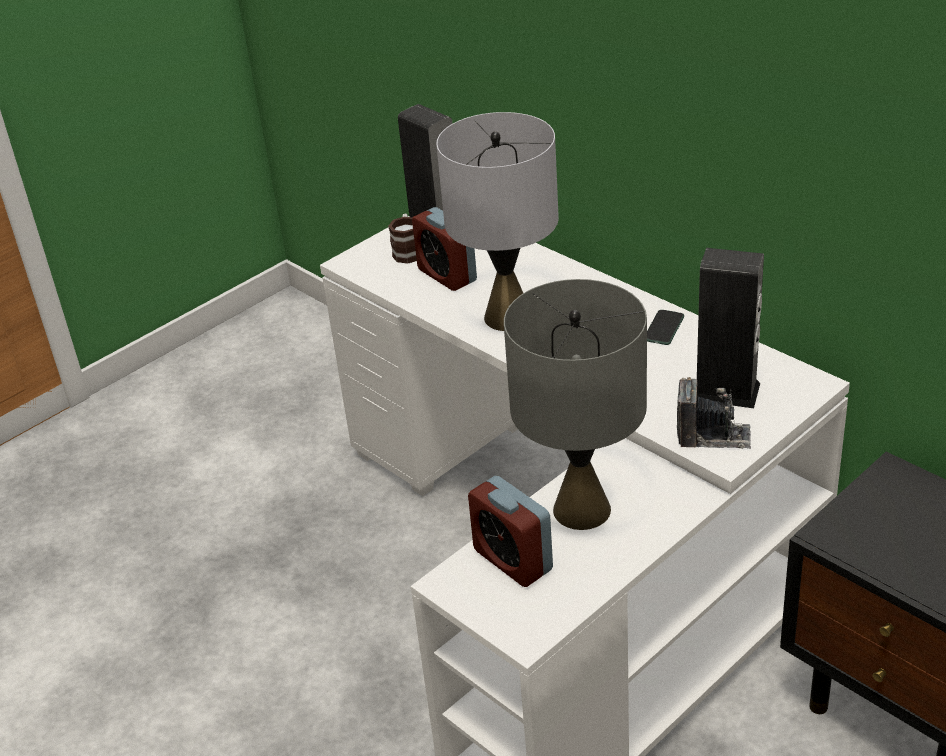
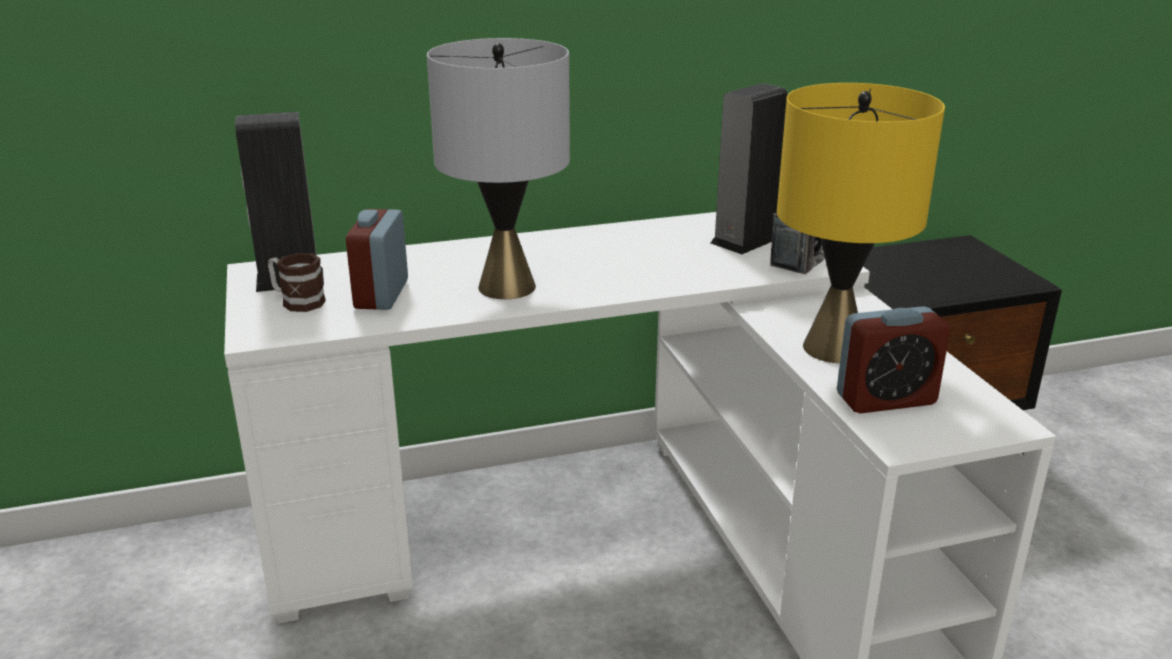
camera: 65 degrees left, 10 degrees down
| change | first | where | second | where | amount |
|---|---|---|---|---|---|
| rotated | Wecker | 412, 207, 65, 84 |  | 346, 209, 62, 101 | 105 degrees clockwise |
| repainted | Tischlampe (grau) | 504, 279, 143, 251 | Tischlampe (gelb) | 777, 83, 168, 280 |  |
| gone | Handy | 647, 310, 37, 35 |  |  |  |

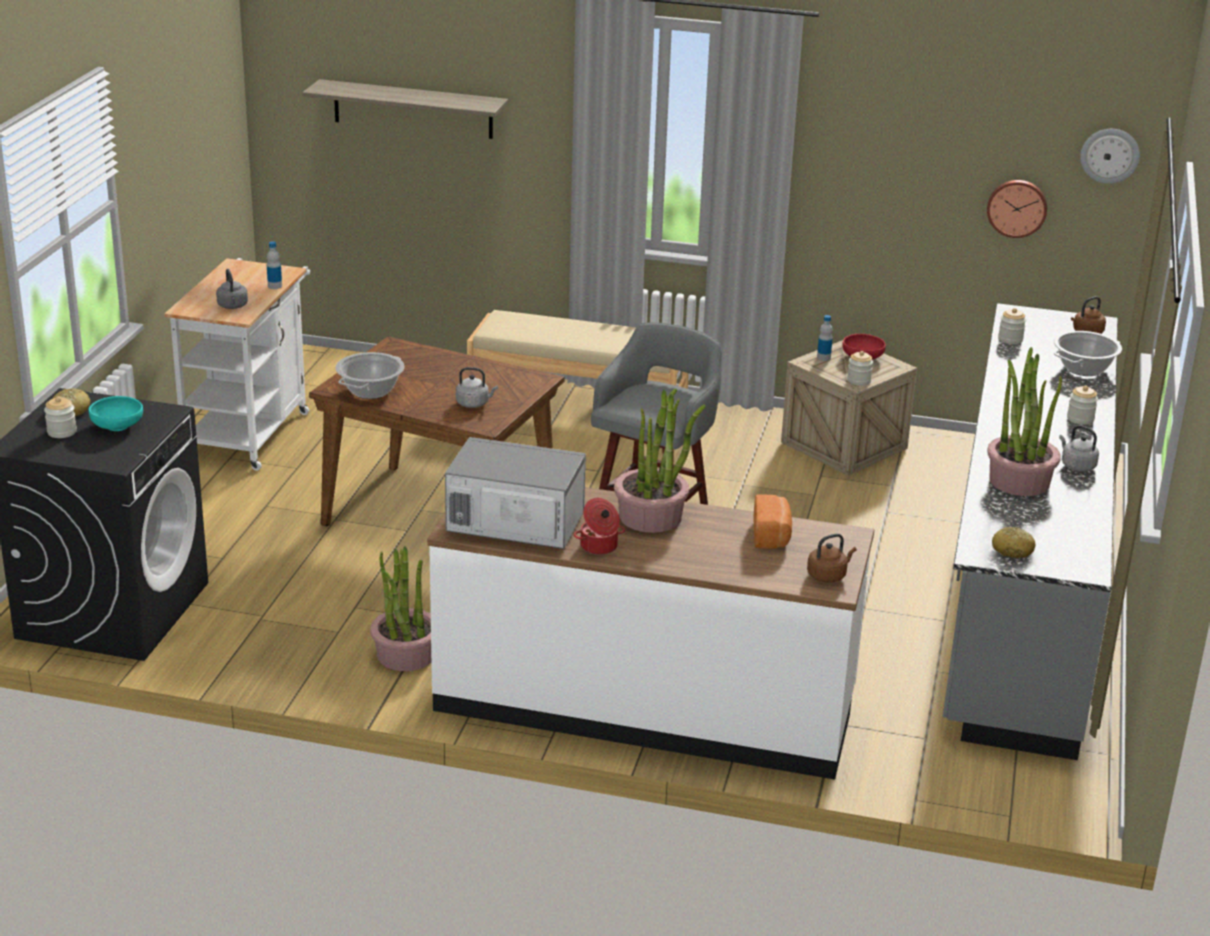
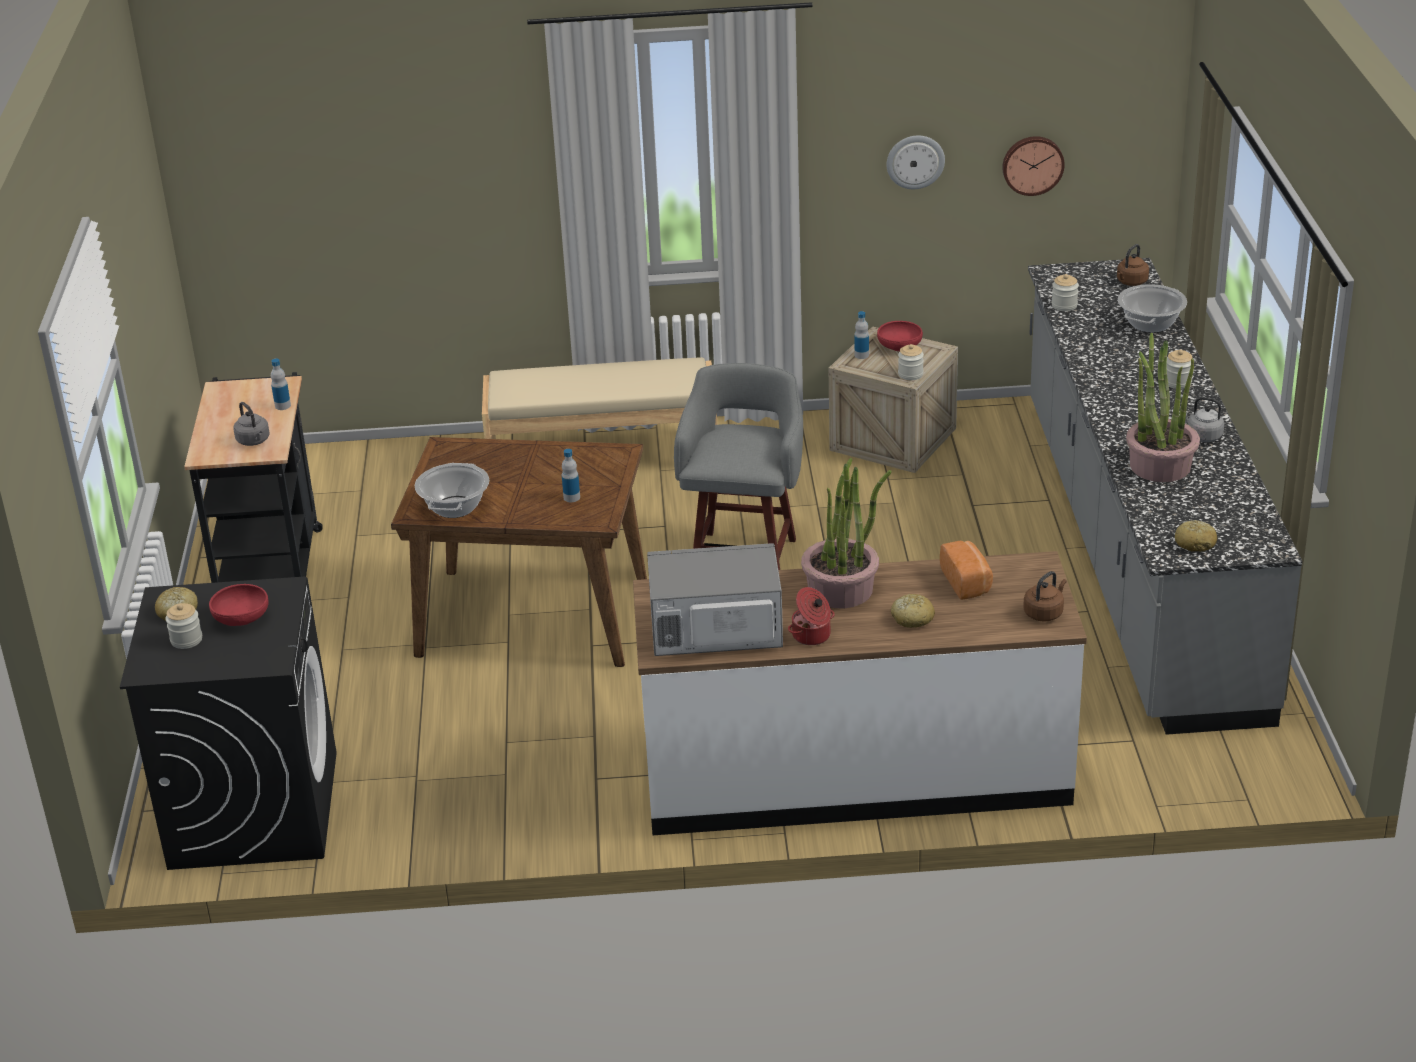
camera: 15 degrees left, 5 degrees up
| change | first | where | second | where | amount |
|---|---|---|---|---|---|
| repainted | Rollwagen (weiß) | 164, 258, 146, 213 | Rollwagen (schwarz) | 184, 372, 139, 211 |  |
| repainted | Schüssel (türkis) | 89, 396, 54, 35 | Schüssel (rot) | 209, 584, 60, 42 |  |
| swapped | Wasserkessel (grau) | 456, 367, 42, 41 | Flasche | 562, 449, 18, 53 |  |
| shifted | Wanduhr | 1080, 129, 60, 55 |  | 886, 136, 59, 53 |  |
| new |  |  | Brot | 891, 594, 44, 34 |  |
| gone | Wandregal | 302, 79, 206, 60 |  |  |  |
| gone | Topfpflanze | 370, 546, 61, 125 |  |  |  |

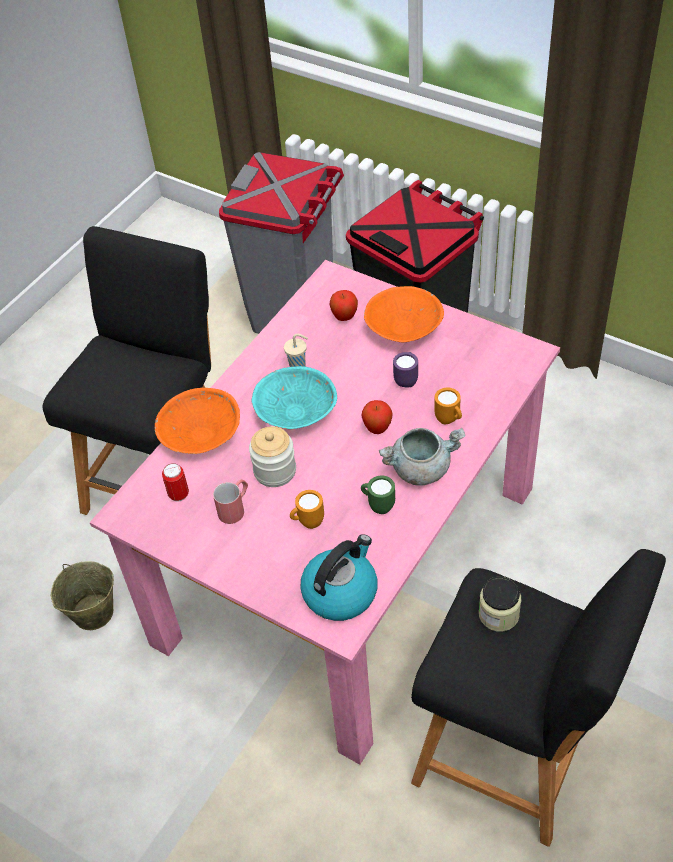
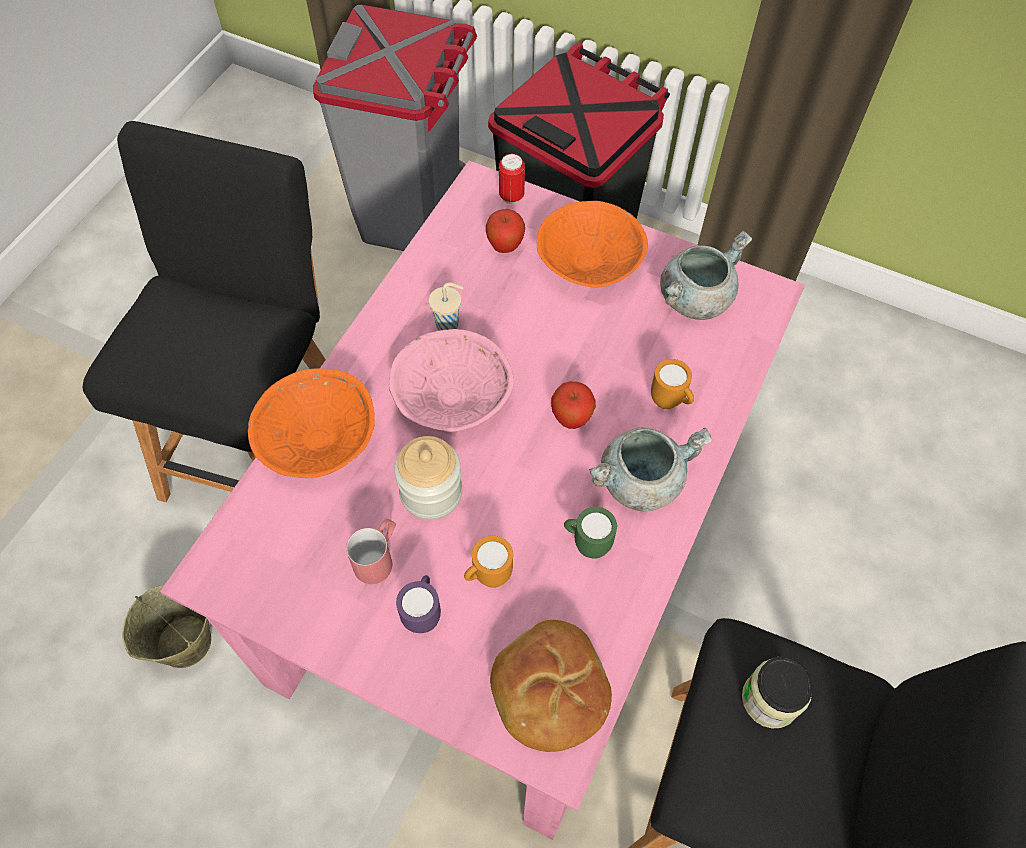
camera: 10 degrees left, 10 degrees up
| change | first | where | second | where | amount |
|---|---|---|---|---|---|
| repainted | Schüssel (türkis) | 252, 366, 85, 63 | Schüssel (rosa) | 389, 329, 125, 103 |  |
| shifted | Henkelbecher (lila) | 393, 352, 25, 35 |  | 396, 575, 45, 58 |  |
| swapped | Wasserkessel | 300, 534, 77, 87 | Brot | 490, 620, 122, 132 |  |
| shifted | Dose | 162, 463, 27, 39 |  | 499, 154, 26, 50 |  |
| new |  |  | Kochtopf (grau) | 660, 230, 92, 90 |  |

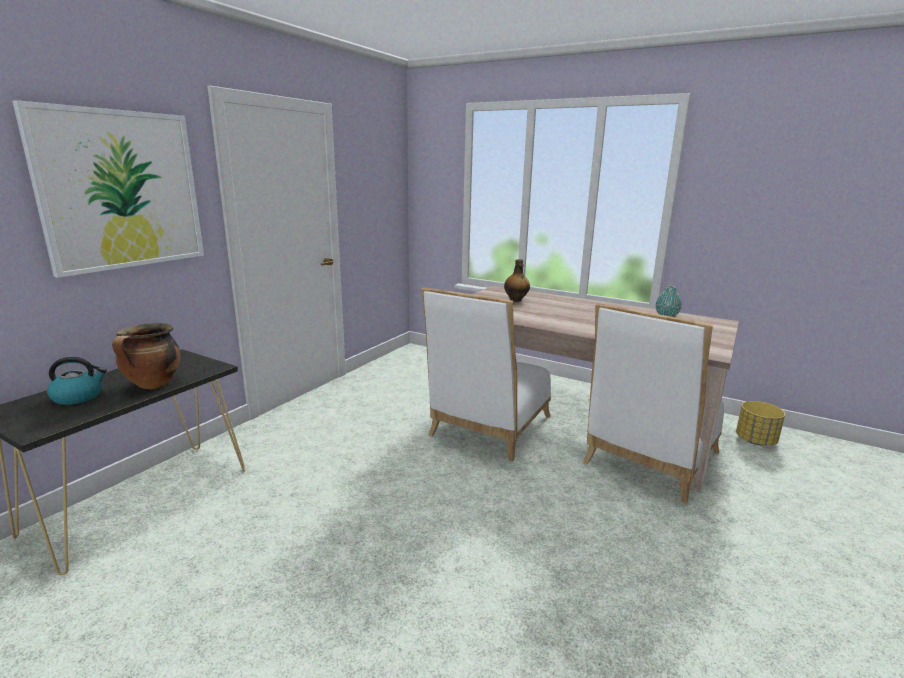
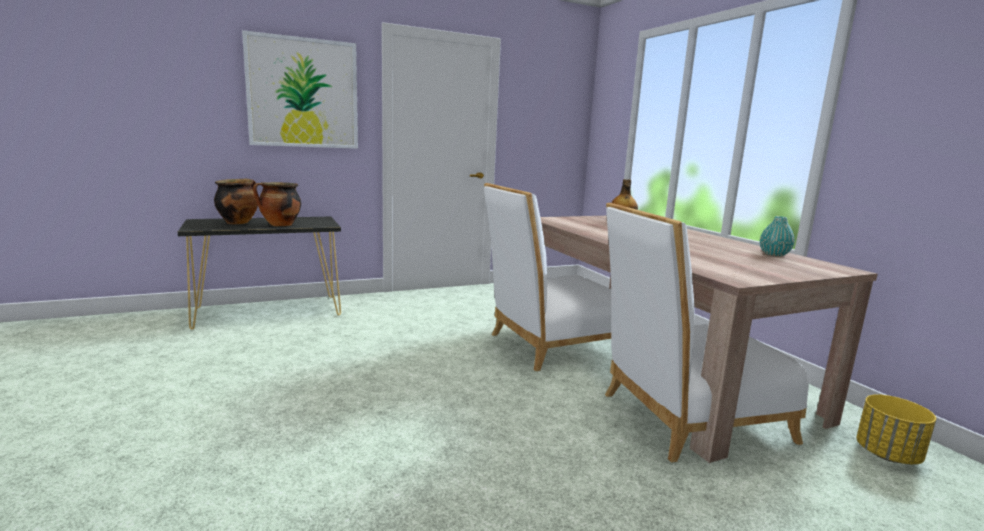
camera: 35 degrees right, 5 degrees down
| change | first | where | second | where | amount |
|---|---|---|---|---|---|
| swapped | Wasserkessel | 47, 357, 60, 48 | Kochtopf | 214, 179, 44, 45 |  |

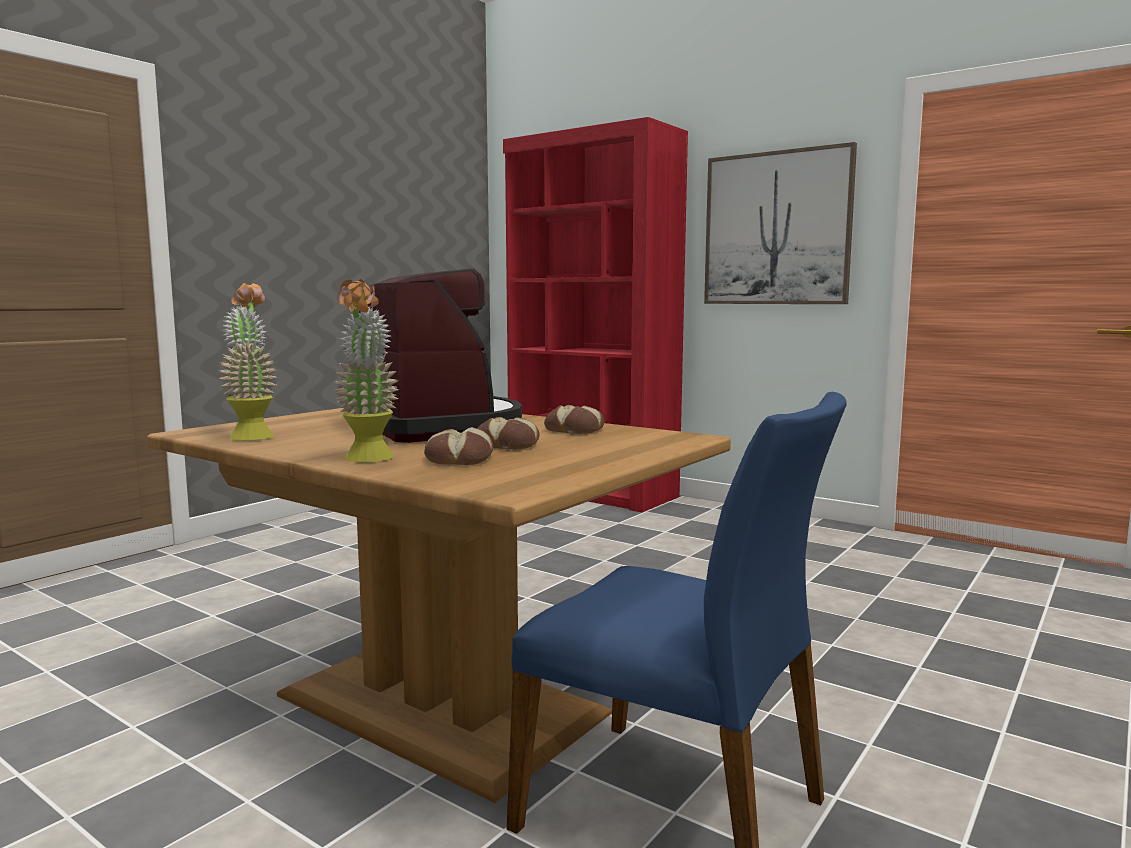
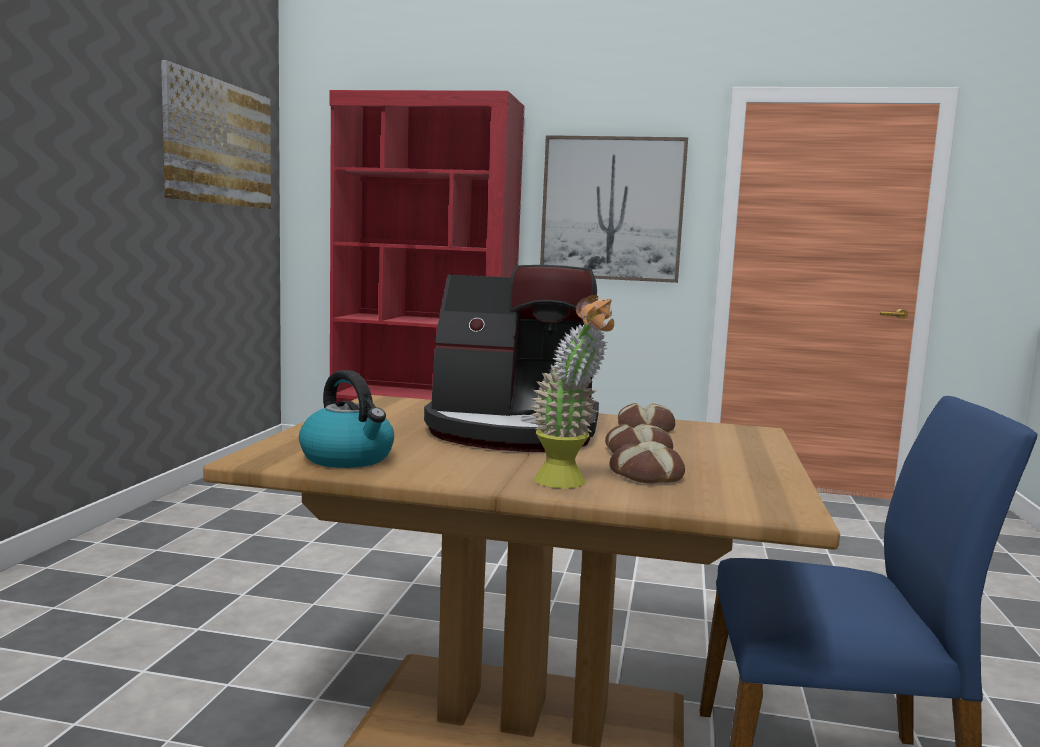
camera: 25 degrees left, 0 degrees up
| change | first | where | second | where | amount |
|---|---|---|---|---|---|
| new |  |  | Bild | 161, 60, 110, 149 |  |
| swapped | Topfpflanze | 219, 283, 59, 158 | Wasserkessel | 299, 370, 95, 98 |  |
| rotated | Kaffeemaschine | 359, 268, 163, 175 |  | 424, 265, 175, 187 | 150 degrees clockwise |

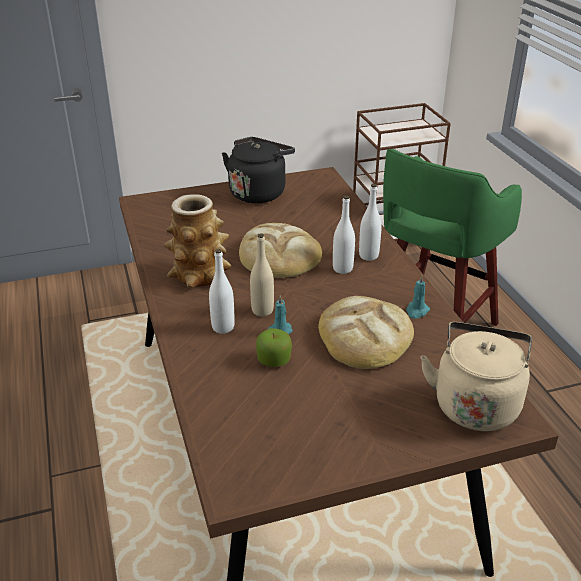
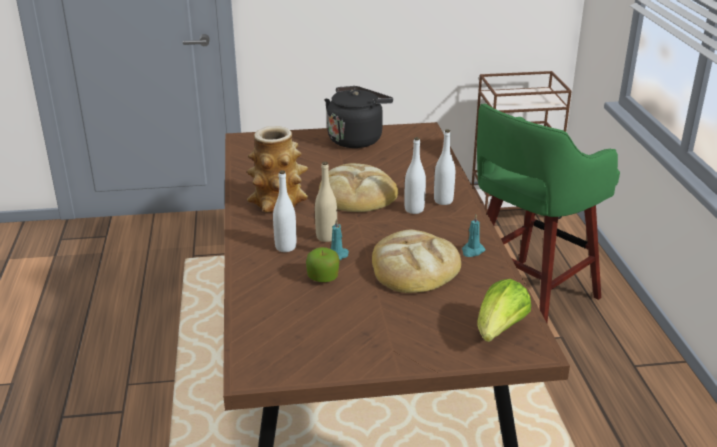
camera: 10 degrees right, 5 degrees down
| change | first | where | second | where | amount |
|---|---|---|---|---|---|
| swapped | Wasserkessel (beige) | 420, 322, 112, 109 | Salatkopf | 477, 279, 54, 63 |  |

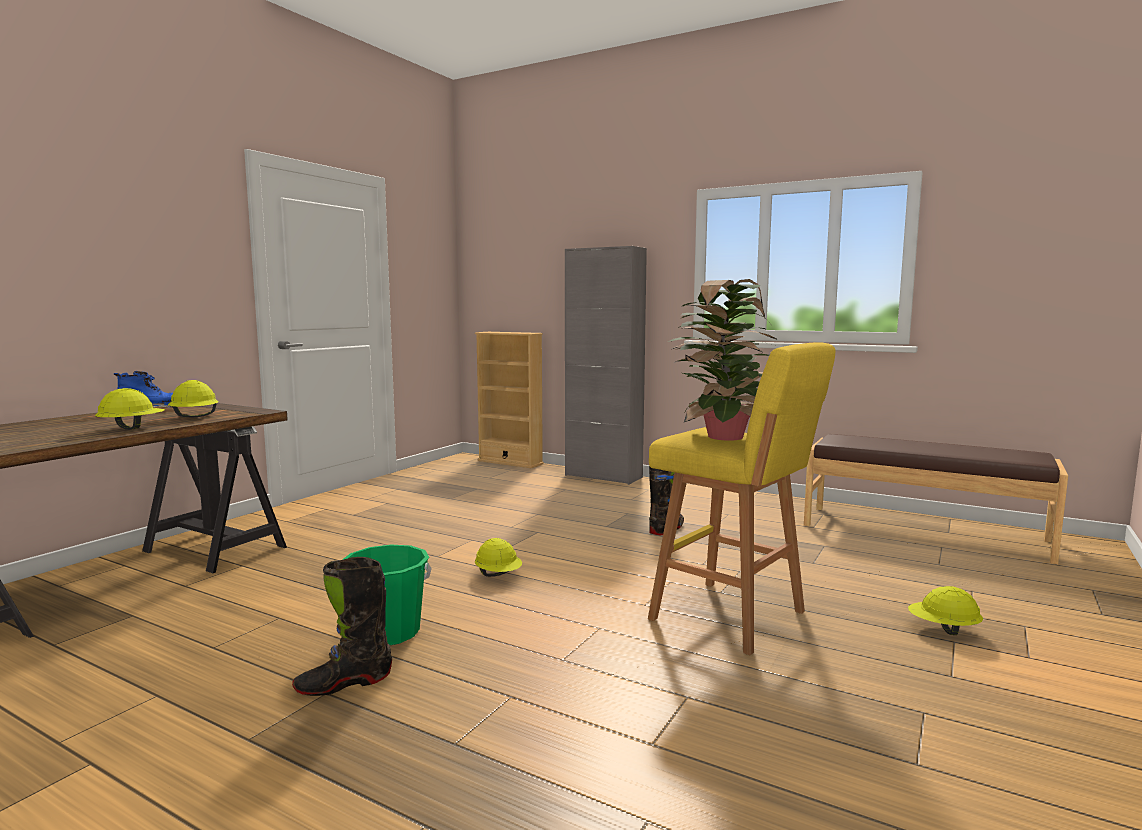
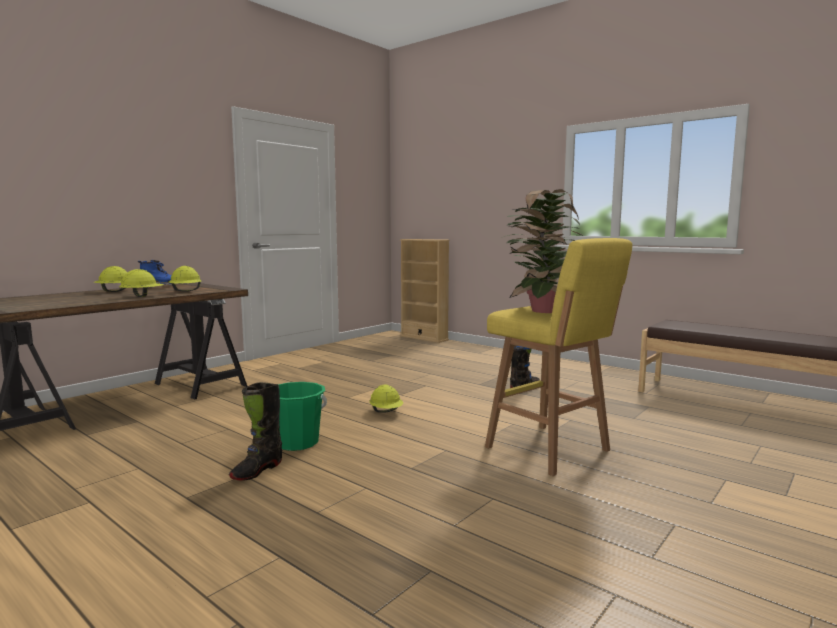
camera: 10 degrees right, 0 degrees up
| change | first | where | second | where | amount |
|---|---|---|---|---|---|
| shifted | Schutzhelm (gelb) | 908, 586, 75, 49 |  | 94, 266, 34, 26 |  |
| rotated | Stiefel (schwarz) | 292, 557, 100, 139 |  | 229, 382, 53, 99 | 45 degrees counterclockwise |
| gone | Schrank (grau) | 565, 246, 82, 239 |  |  |  |

